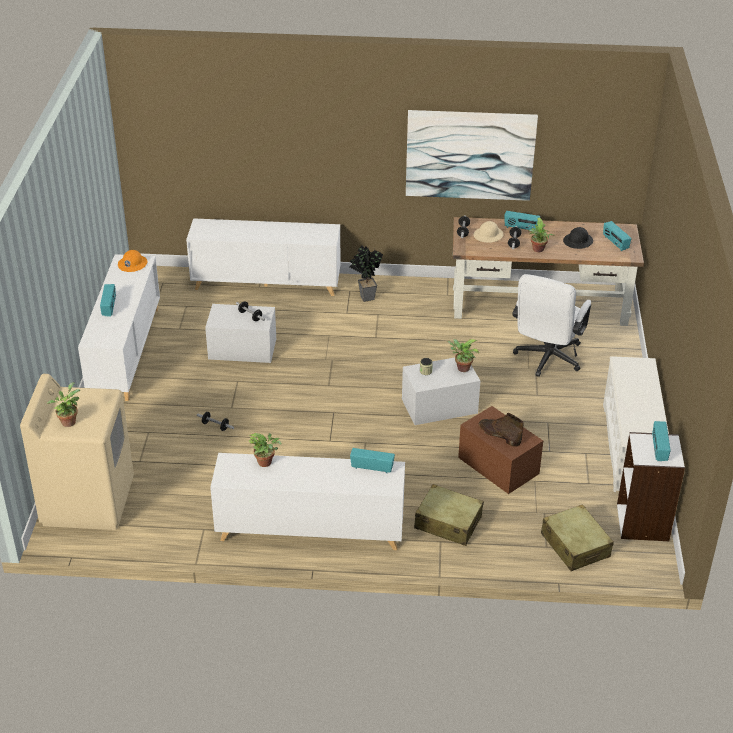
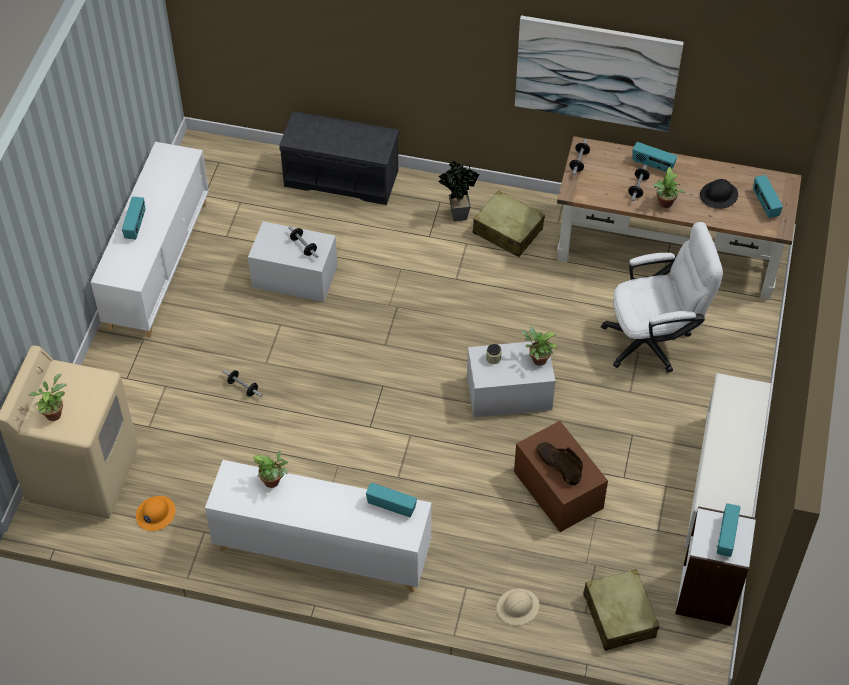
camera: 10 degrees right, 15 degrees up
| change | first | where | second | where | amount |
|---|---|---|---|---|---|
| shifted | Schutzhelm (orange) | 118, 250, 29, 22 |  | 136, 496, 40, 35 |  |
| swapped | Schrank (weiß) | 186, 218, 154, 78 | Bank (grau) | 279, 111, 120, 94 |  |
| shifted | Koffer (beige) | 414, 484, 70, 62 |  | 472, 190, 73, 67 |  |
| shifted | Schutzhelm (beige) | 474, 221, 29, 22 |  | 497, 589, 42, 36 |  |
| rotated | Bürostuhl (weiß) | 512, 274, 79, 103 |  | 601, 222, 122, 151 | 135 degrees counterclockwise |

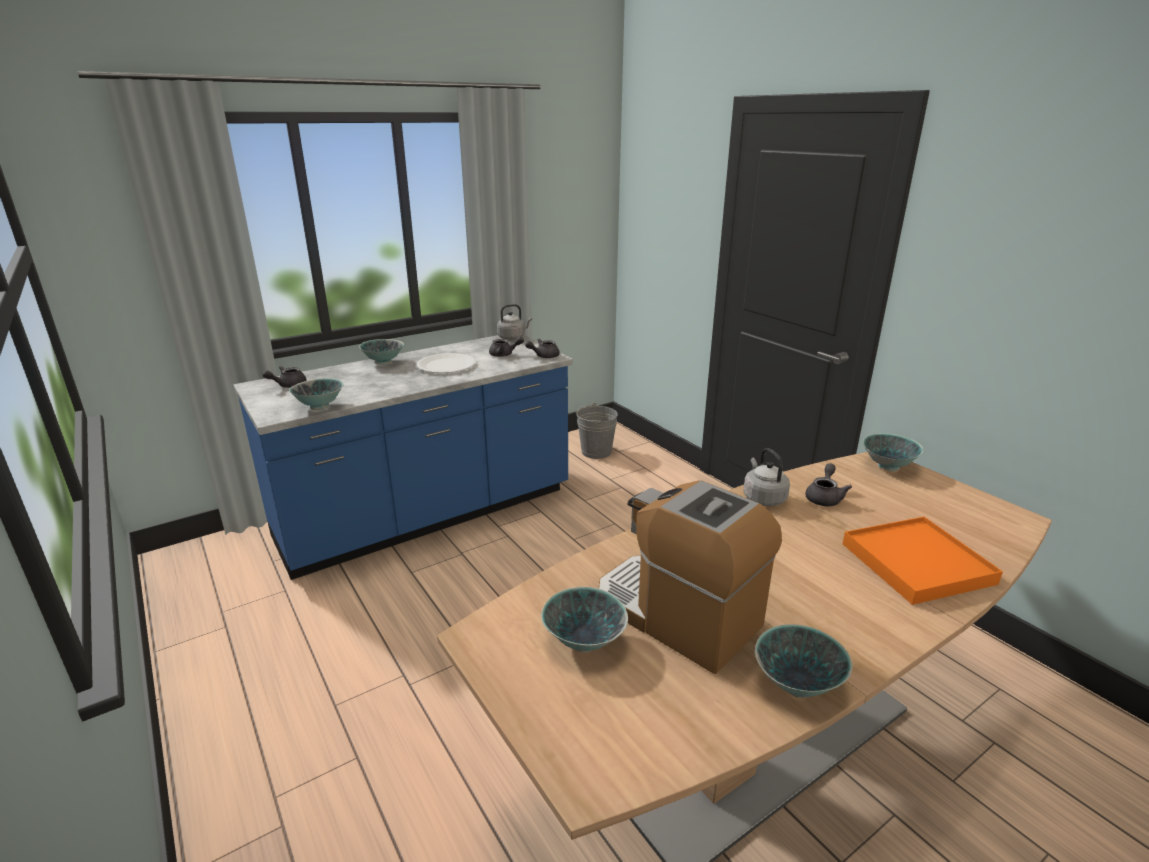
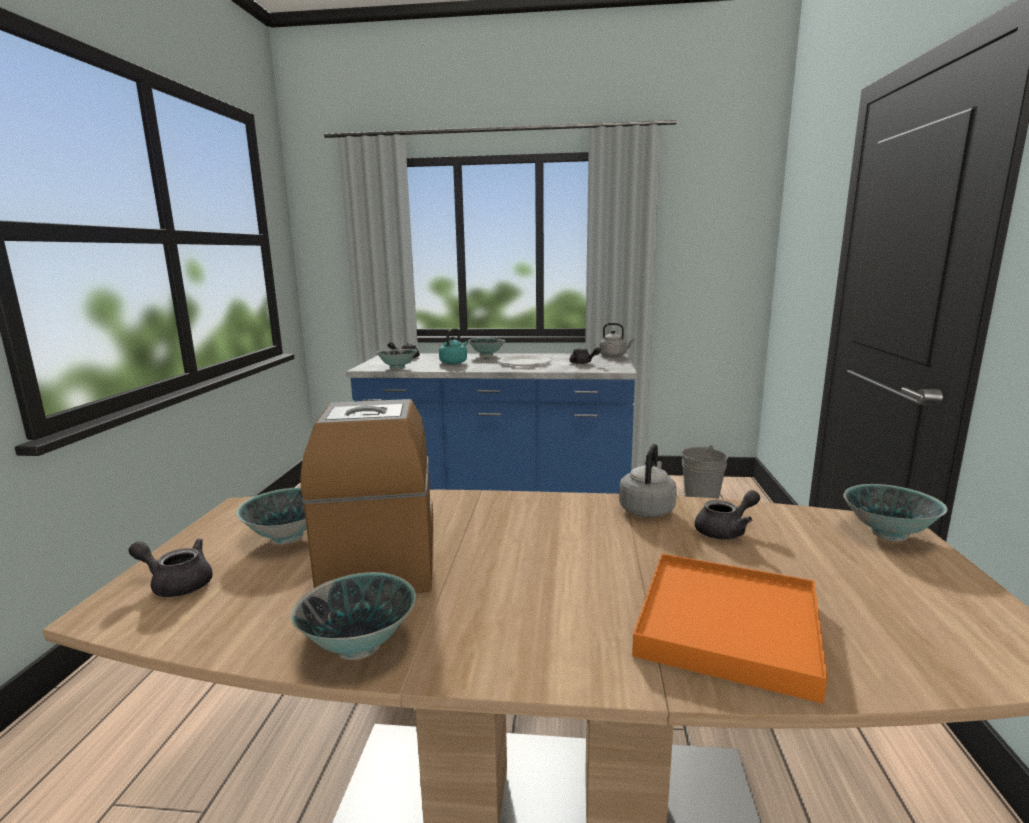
camera: 40 degrees right, 10 degrees down
| change | first | where | second | where | amount |
|---|---|---|---|---|---|
| shifted | Teekanne (grau) | 525, 339, 35, 19 |  | 128, 538, 85, 59 |  |
| new |  |  | Wasserkessel (türkis) | 439, 328, 29, 36 |  |

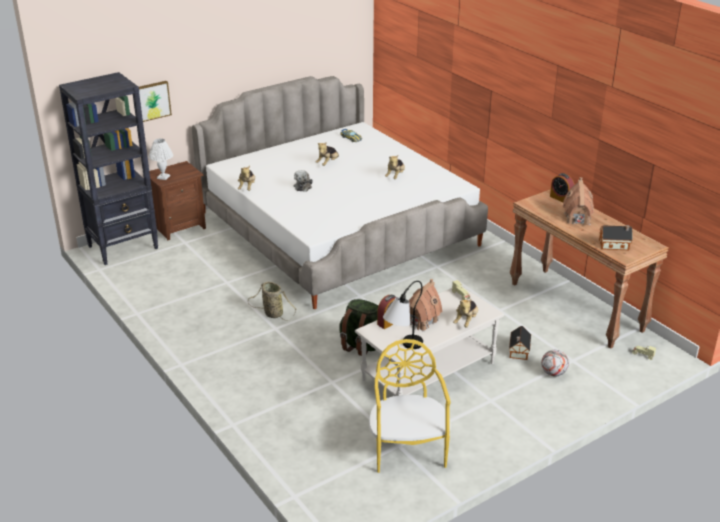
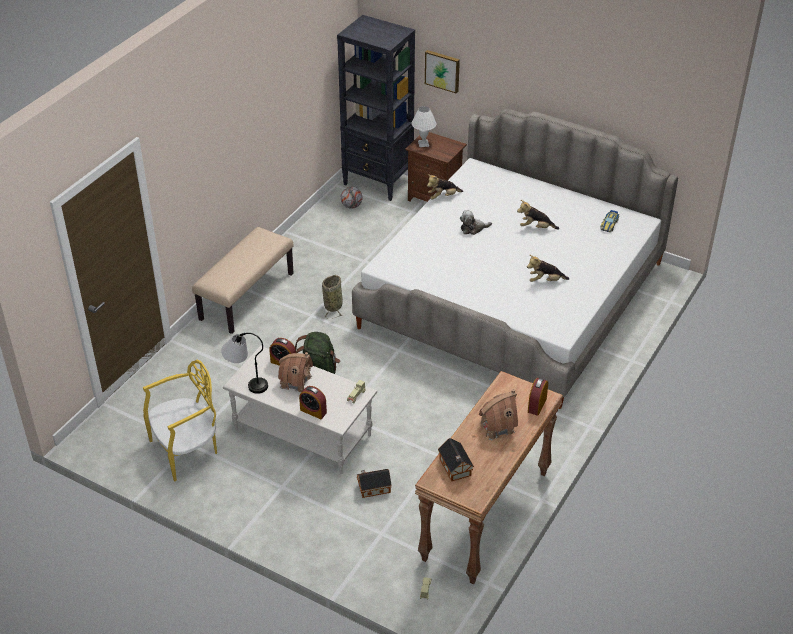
camera: 65 degrees right, 10 degrees up
| change | first | where | second | where | amount |
|---|---|---|---|---|---|
| new |  |  | Bank (beige) | 192, 227, 102, 107 |  |
| swapped | Plüschtier | 453, 299, 25, 29 | Wecker | 299, 386, 28, 33 |  |
| shifted | Fußball | 541, 350, 28, 26 |  | 341, 187, 21, 22 |  |

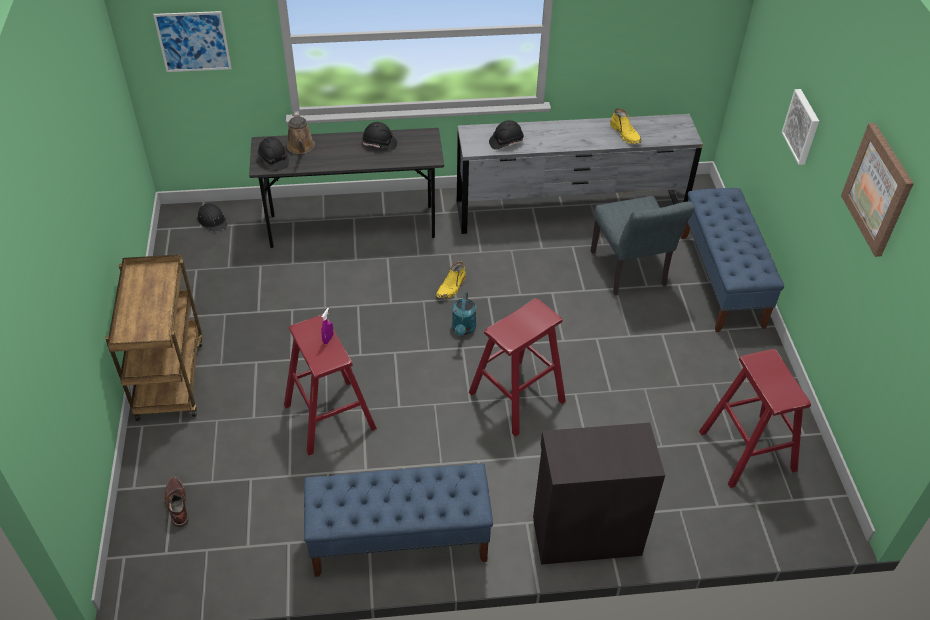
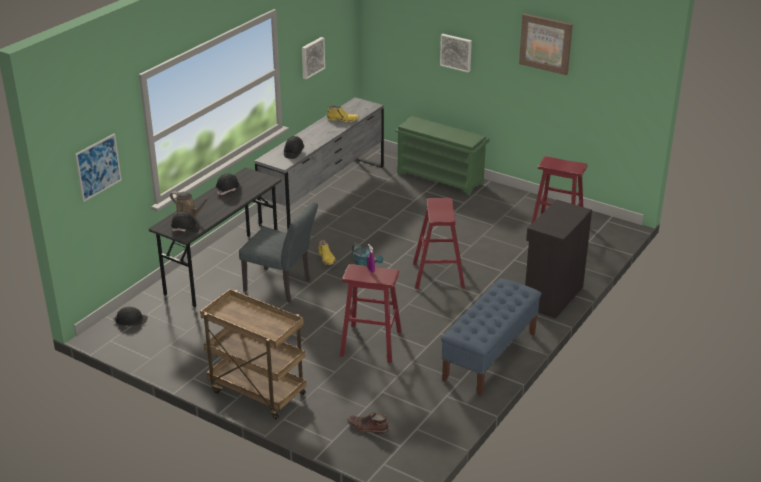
camera: 50 degrees left, 15 degrees down
| change | first | where | second | where | amount |
|---|---|---|---|---|---|
| shifted | Stuhl (grau) | 591, 196, 103, 99 |  | 239, 202, 79, 101 |  |
| new |  |  | Bild | 302, 37, 23, 42 |  |
| swapped | Bank (blau) | 681, 188, 103, 144 | Schuhregal (grün) | 395, 116, 94, 79 |  |

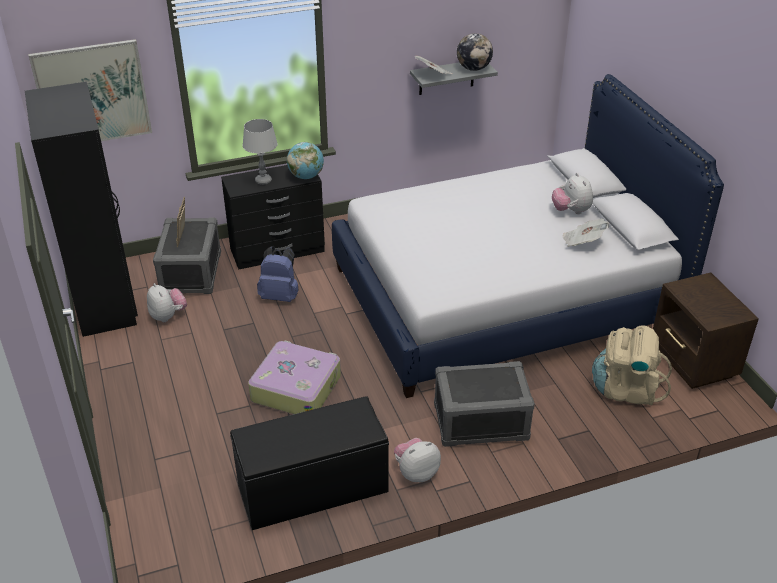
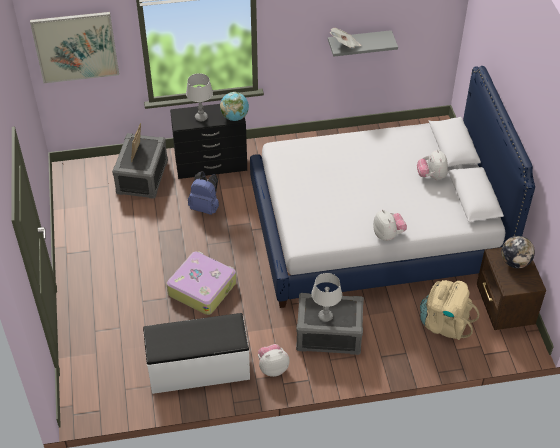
camera: 10 degrees right, 10 degrees up
| change | first | where | second | where | amount |
|---|---|---|---|---|---|
| repainted | Bank (schwarz) | 230, 396, 159, 134 | Bank (weiß) | 143, 313, 107, 81 |  |
| new |  |  | Tischlampe (grau) | 311, 273, 31, 49 |  |
| shifted | Plüschtier | 147, 283, 40, 39 |  | 373, 209, 34, 32 |  |
| shifted | Globus | 457, 33, 36, 38 |  | 501, 236, 34, 32 |  |
| gone | Kleiderschrank (schwarz) | 25, 82, 113, 255 |  |  |  |
| gone | Zeitung | 562, 218, 47, 29 |  |  |  |

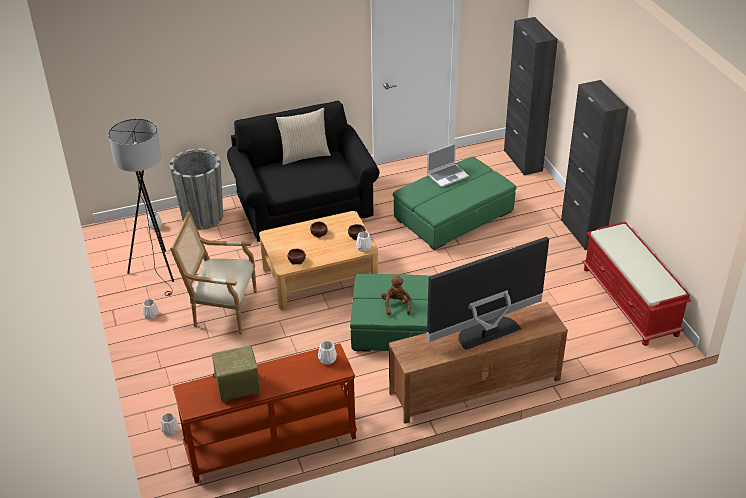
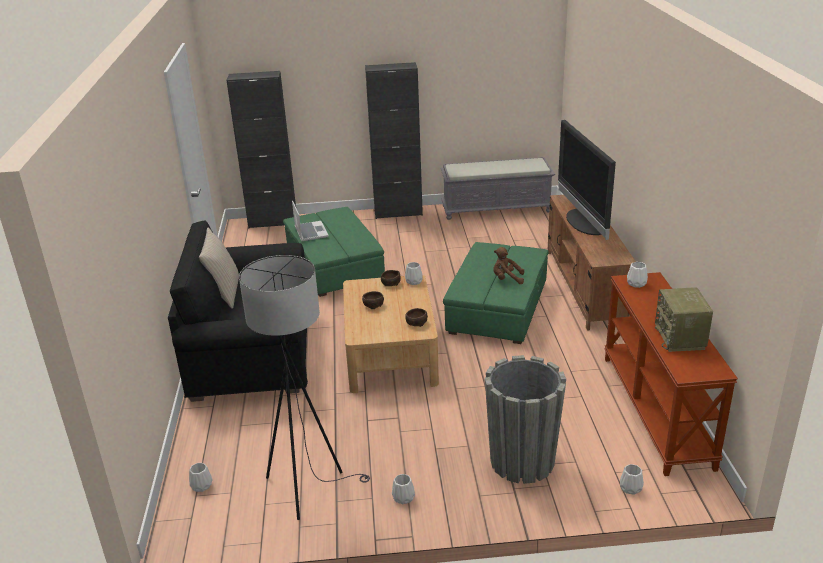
camera: 75 degrees left, 10 degrees down
| change | first | where | second | where | amount |
|---|---|---|---|---|---|
| repainted | Bank (rot) | 582, 222, 109, 124 | Bank (grau) | 441, 157, 114, 63 |  |
| shifted | Pflanzkübel (grau) | 169, 148, 54, 82 |  | 485, 355, 81, 129 |  |
| gone | Sessel | 170, 212, 87, 122 |  |  |  |

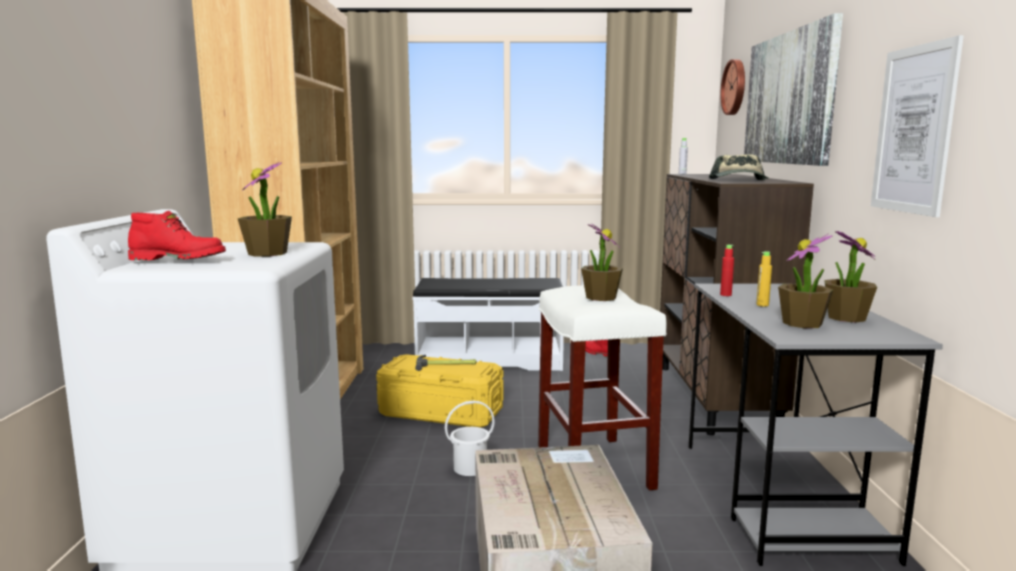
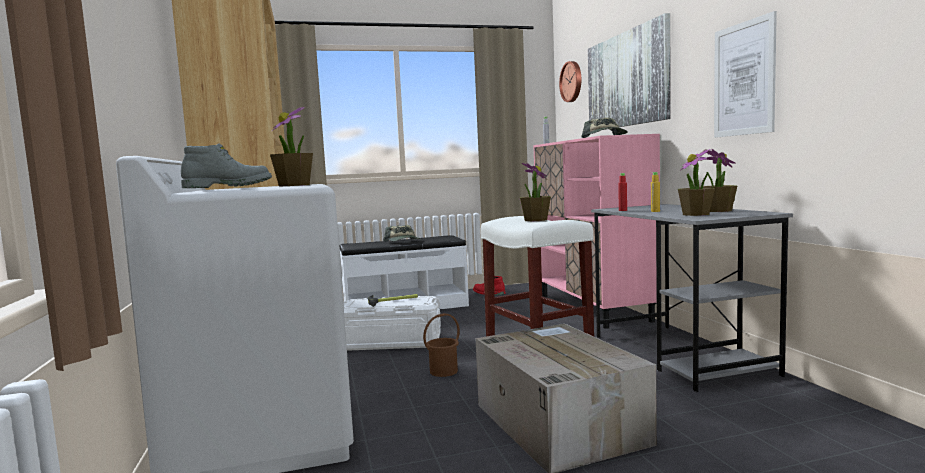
camera: 15 degrees left, 5 degrees down
| change | first | where | second | where | amount |
|---|---|---|---|---|---|
| repainted | Stiefel (rot) | 128, 211, 98, 49 | Stiefel (grau) | 181, 143, 91, 45 |  |
| repainted | Aufbewahrungsbox (gelb) | 376, 354, 127, 74 | Aufbewahrungsbox (weiß) | 343, 296, 98, 55 |  |
| new |  |  | Kappe | 383, 225, 37, 17 |  |
| repainted | Eimer (weiß) | 445, 400, 50, 76 | Eimer (braun) | 423, 313, 37, 64 |  |
| repainted | Schrank (braun) | 660, 174, 154, 261 | Schrank (rosa) | 533, 134, 127, 195 |  |

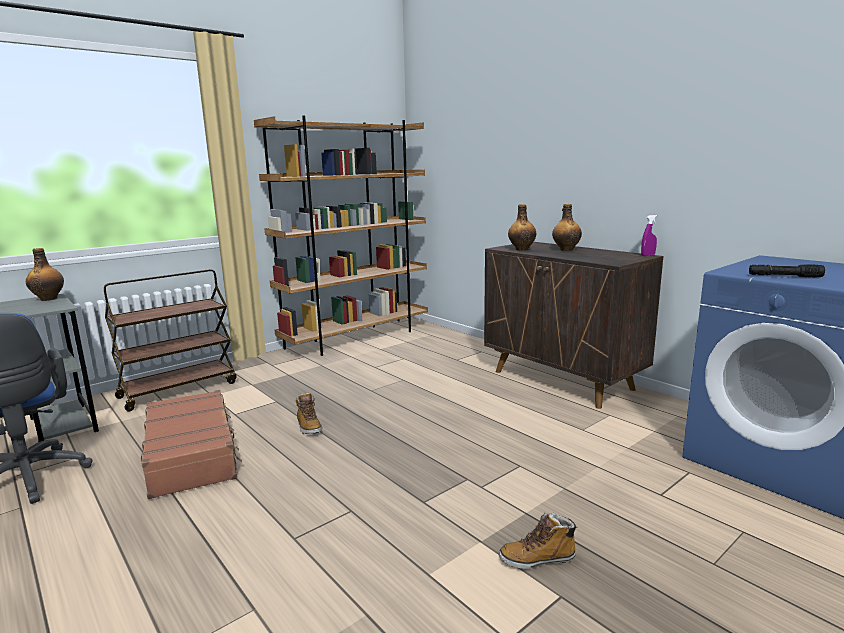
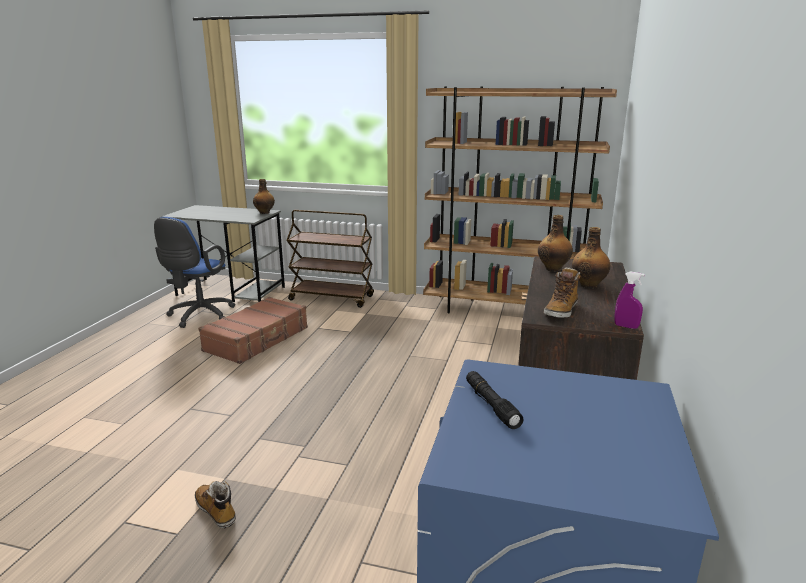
camera: 55 degrees right, 5 degrees up
| change | first | where | second | where | amount |
|---|---|---|---|---|---|
| shifted | Stiefel | 296, 393, 26, 41 |  | 544, 267, 36, 51 |  |

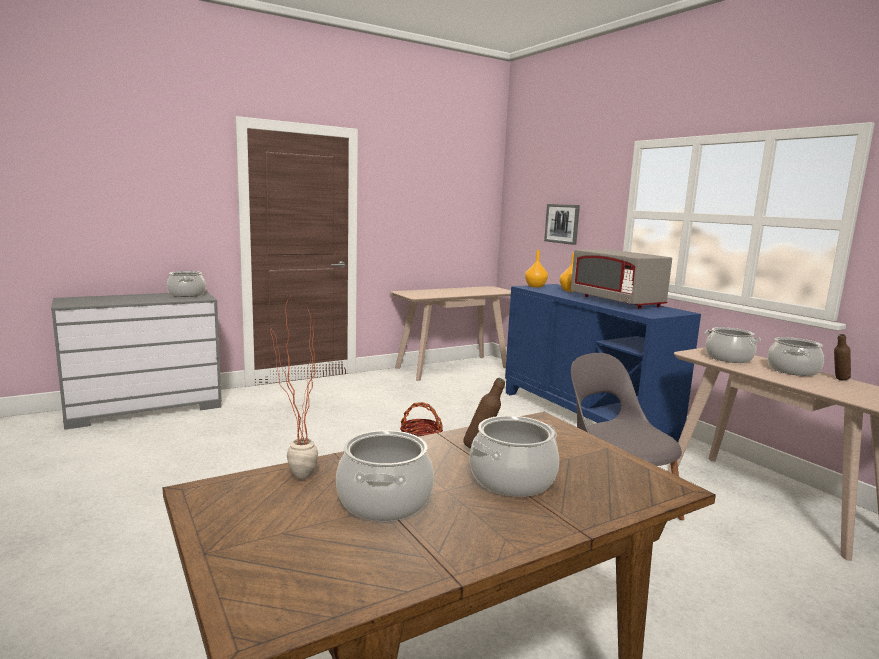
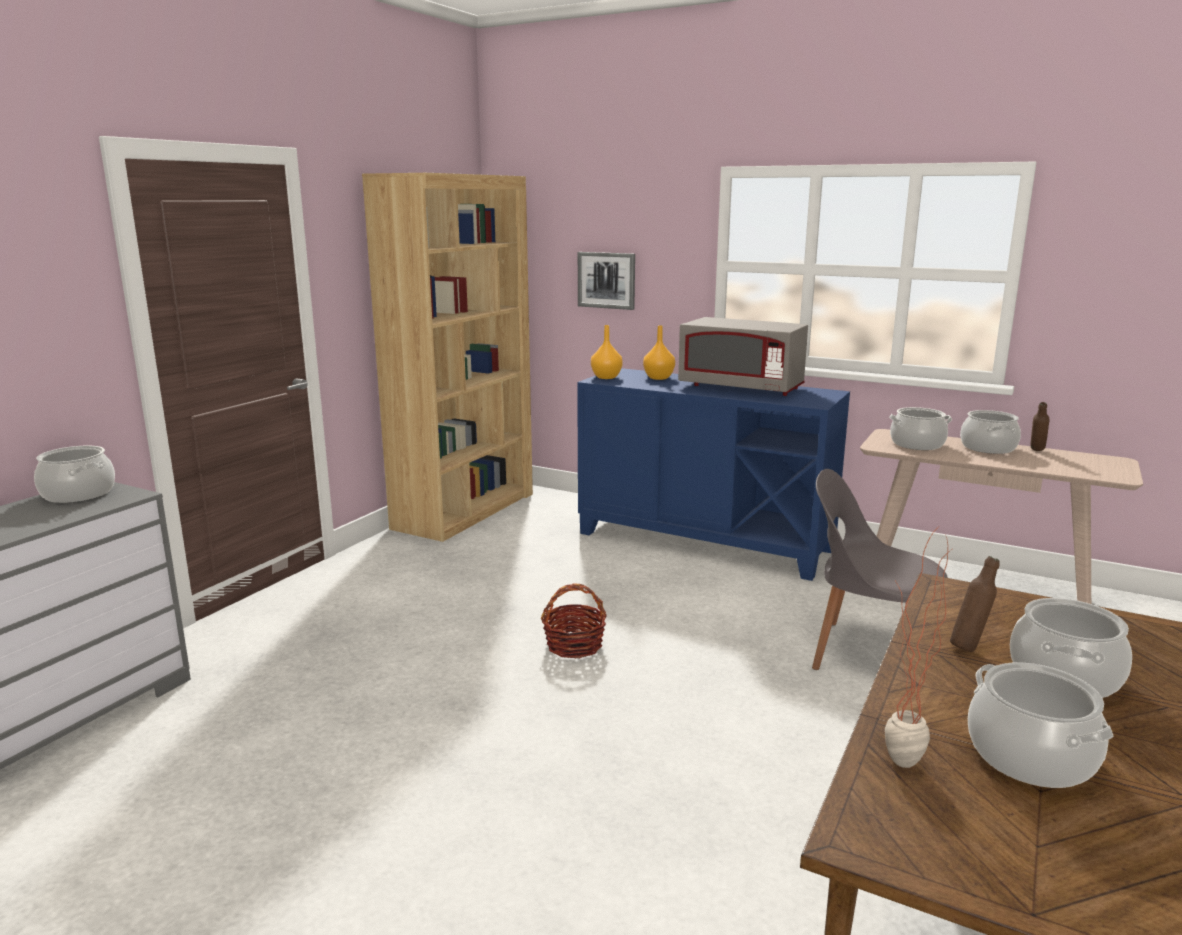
camera: 30 degrees left, 5 degrees up
| change | first | where | second | where | amount |
|---|---|---|---|---|---|
| swapped | Konsolentisch (beige) | 391, 286, 120, 95 | Bücherregal (braun) | 362, 173, 171, 369 |  |

